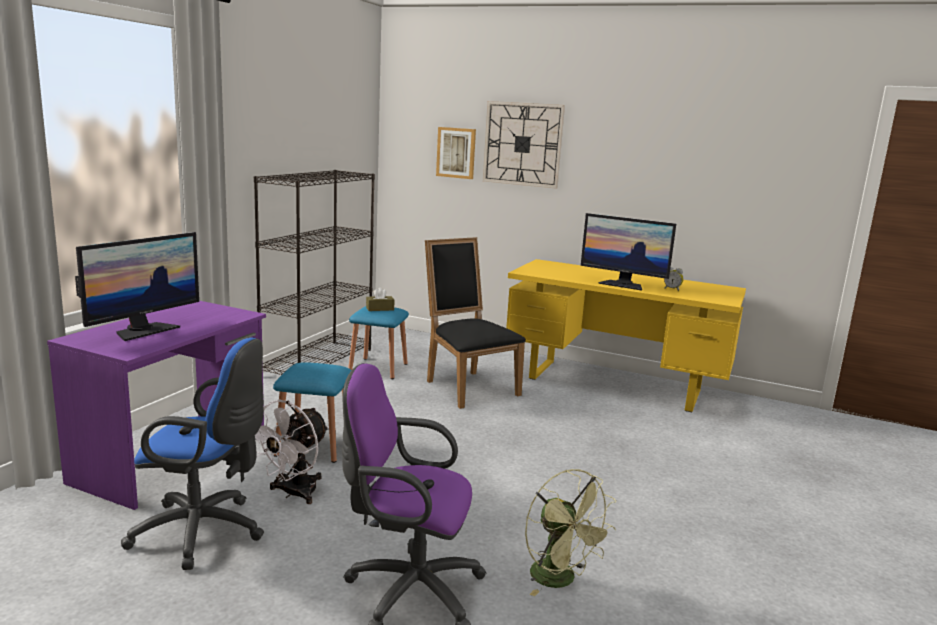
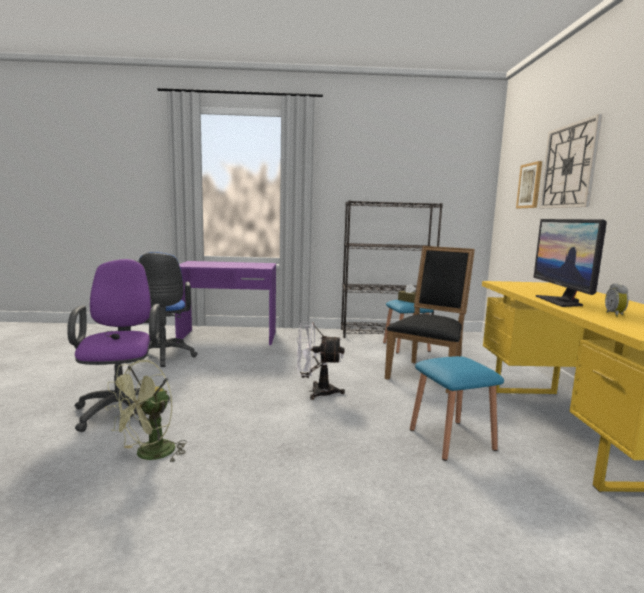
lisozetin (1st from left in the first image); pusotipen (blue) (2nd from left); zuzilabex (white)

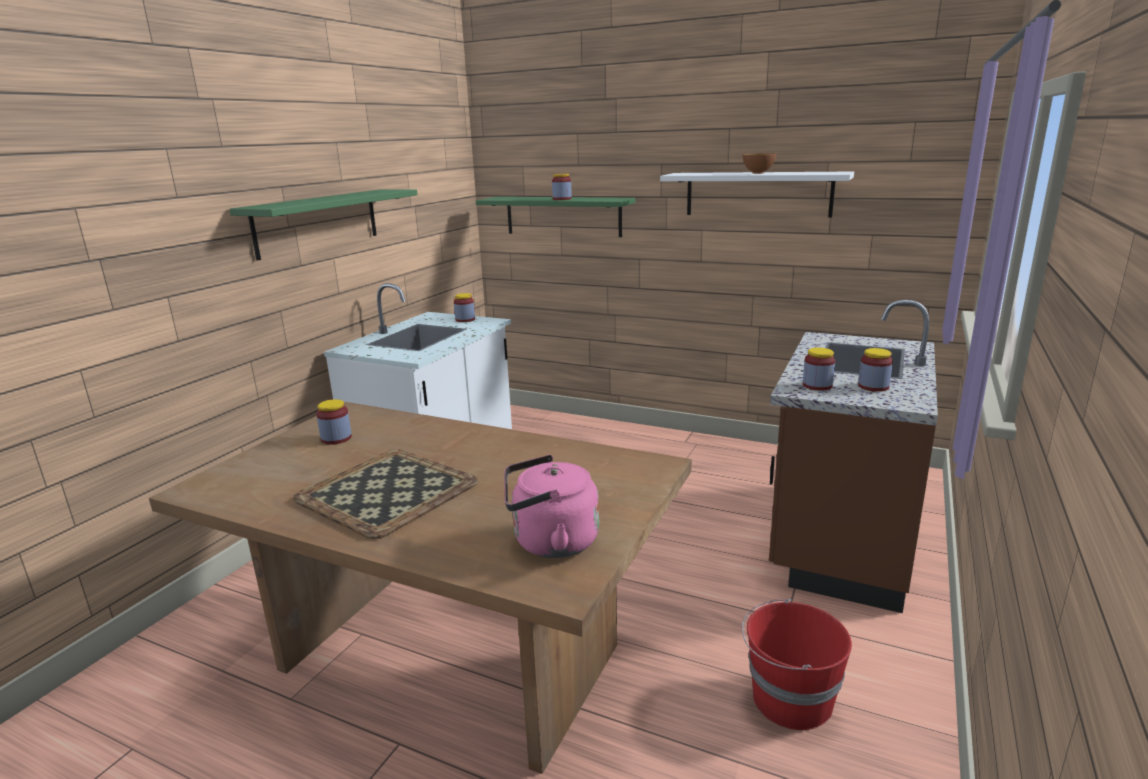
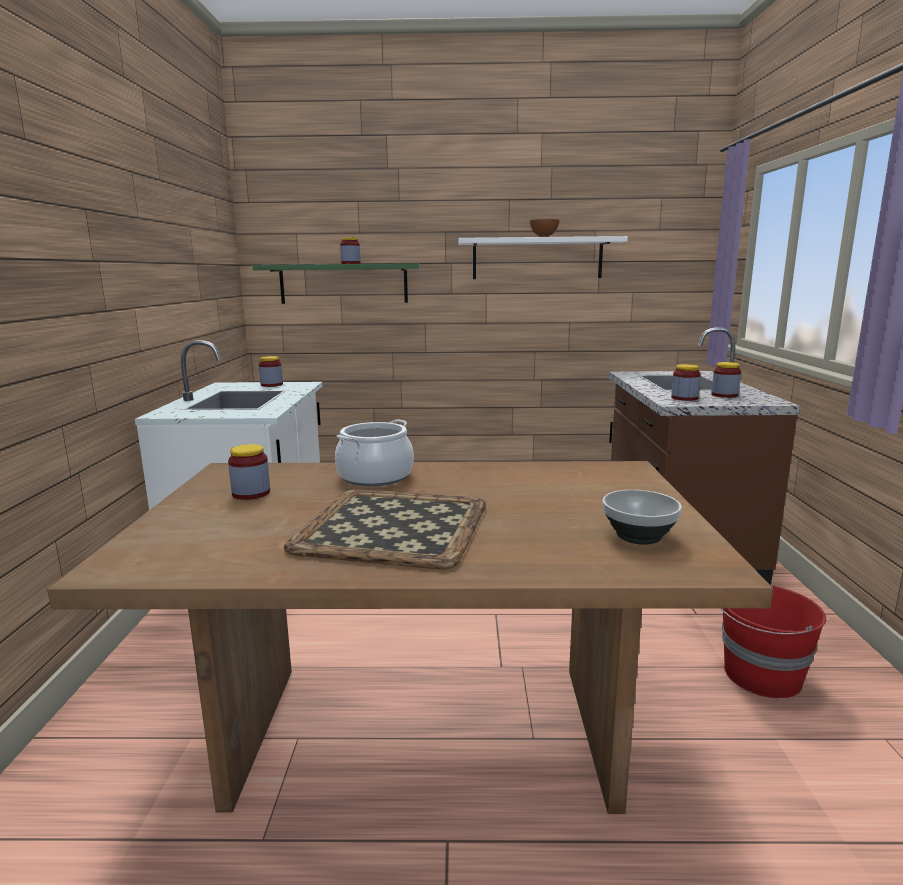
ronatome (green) (1st from left in the first image); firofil (2nd from left); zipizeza

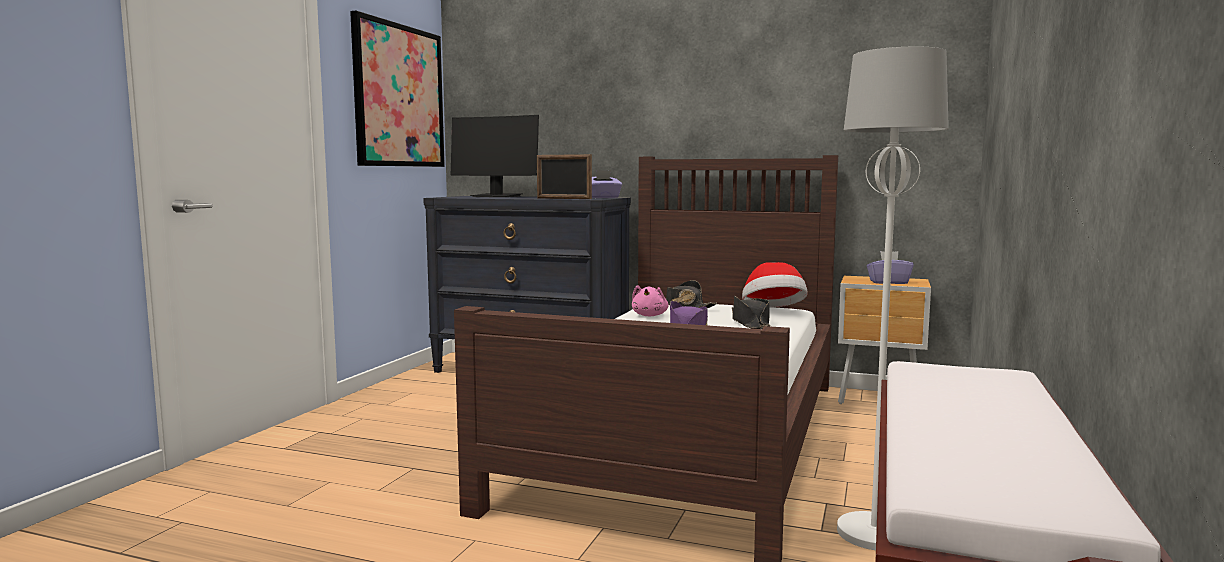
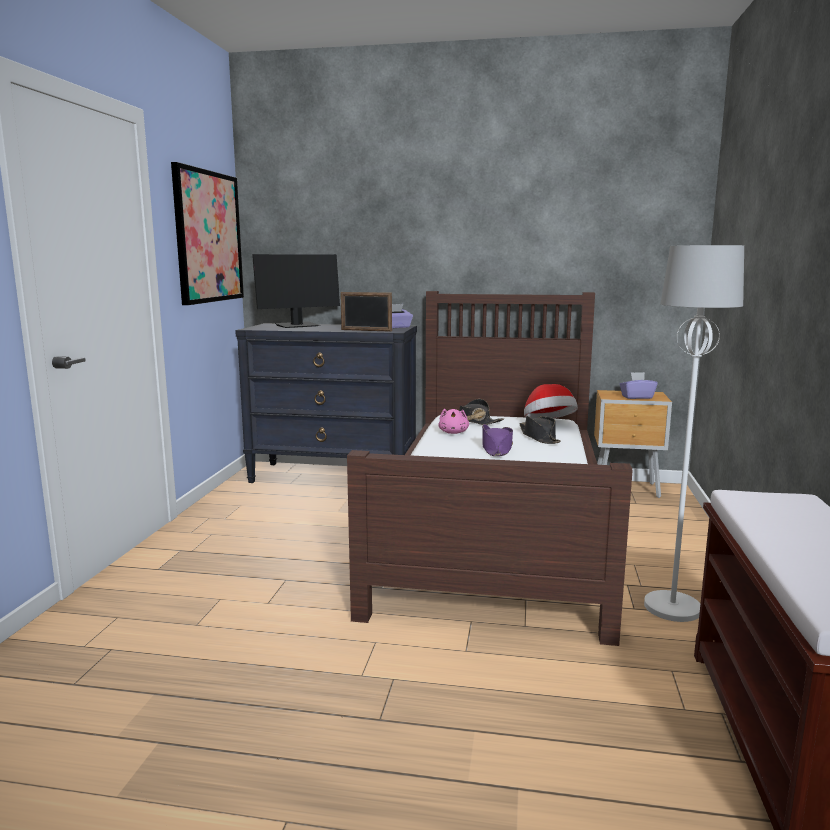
lisozetin

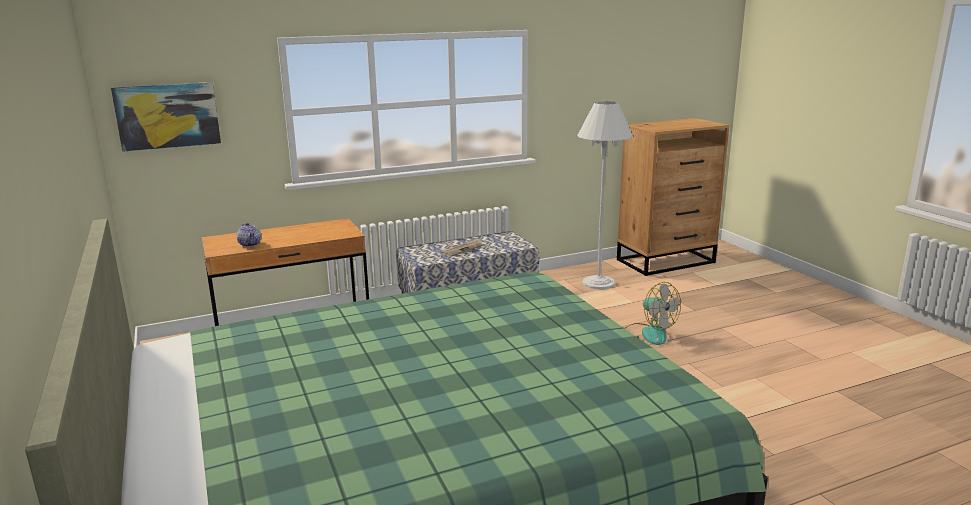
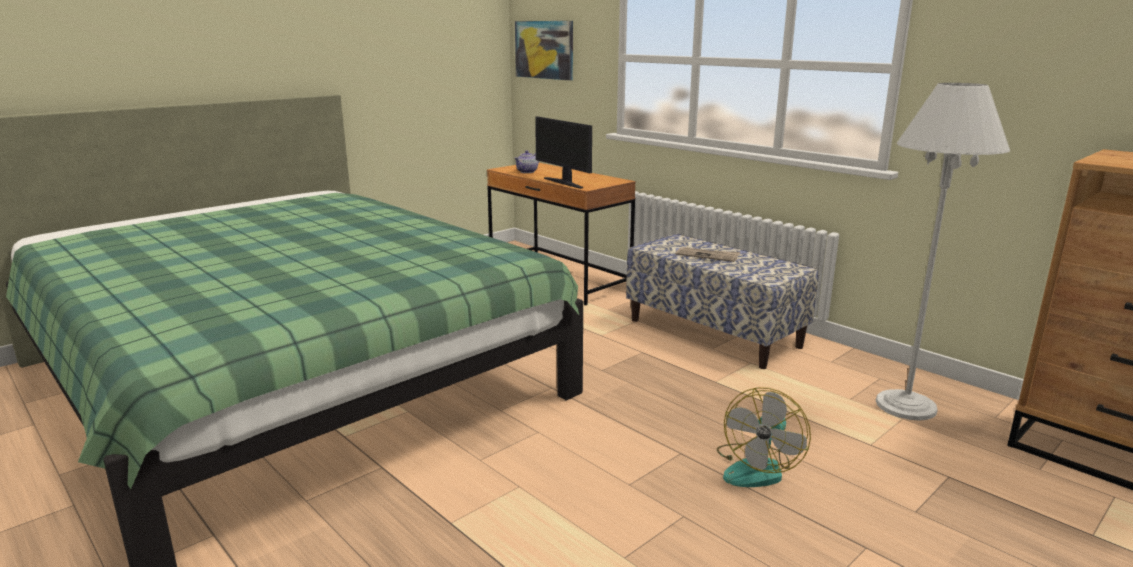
lisozetin

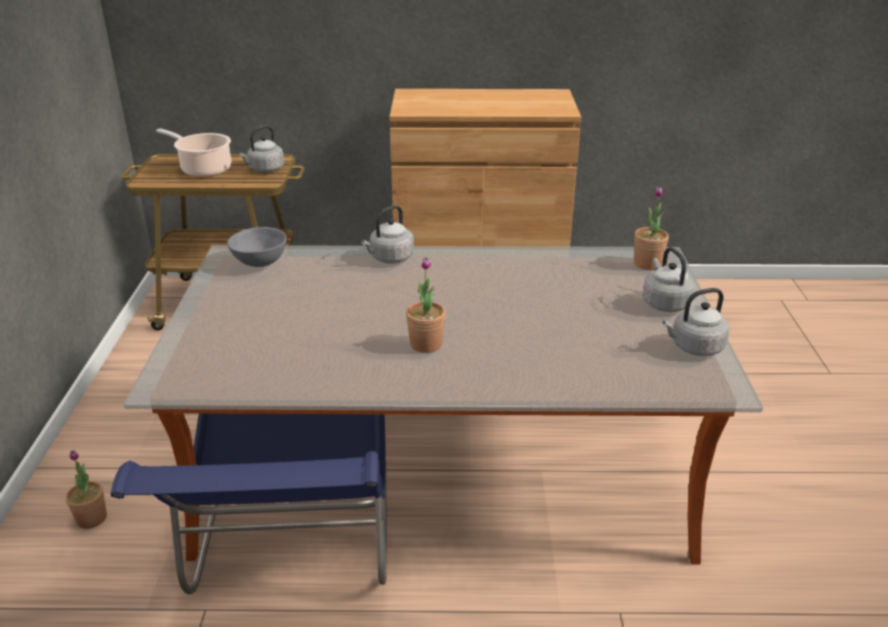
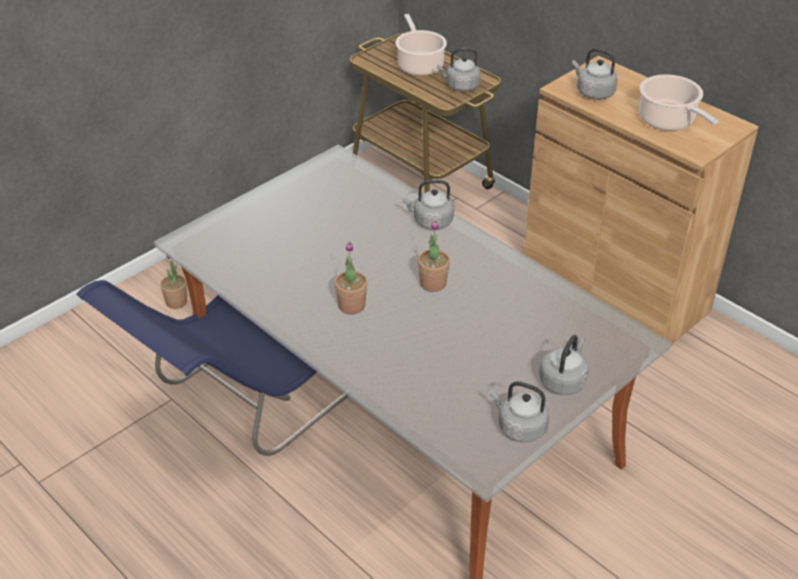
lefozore (3rd from left); firofil (grey); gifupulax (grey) (5th from left); zipizeza (2nd from left)

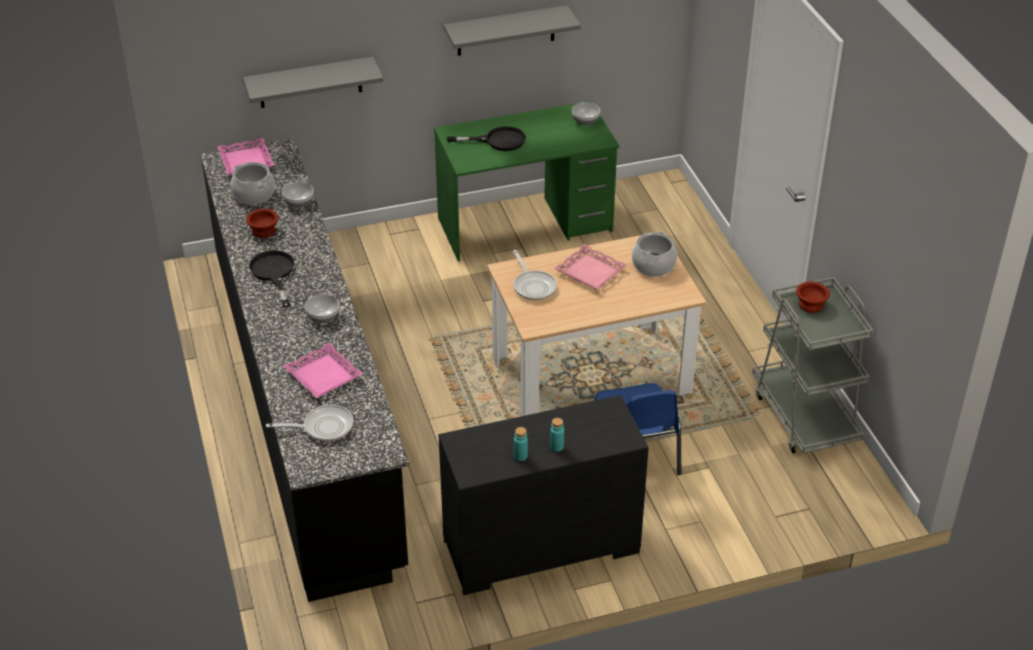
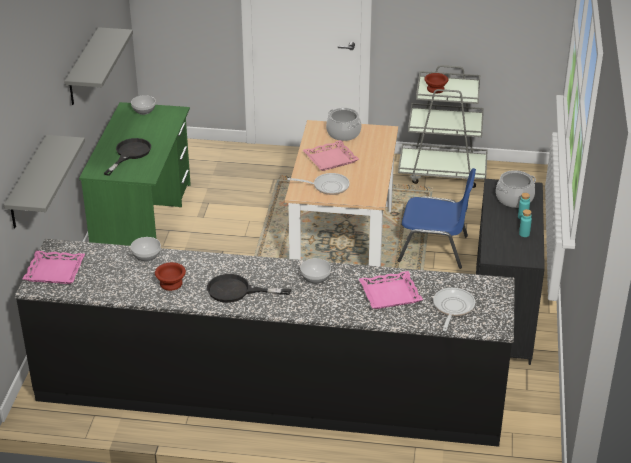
zipizeza (2nd from left)

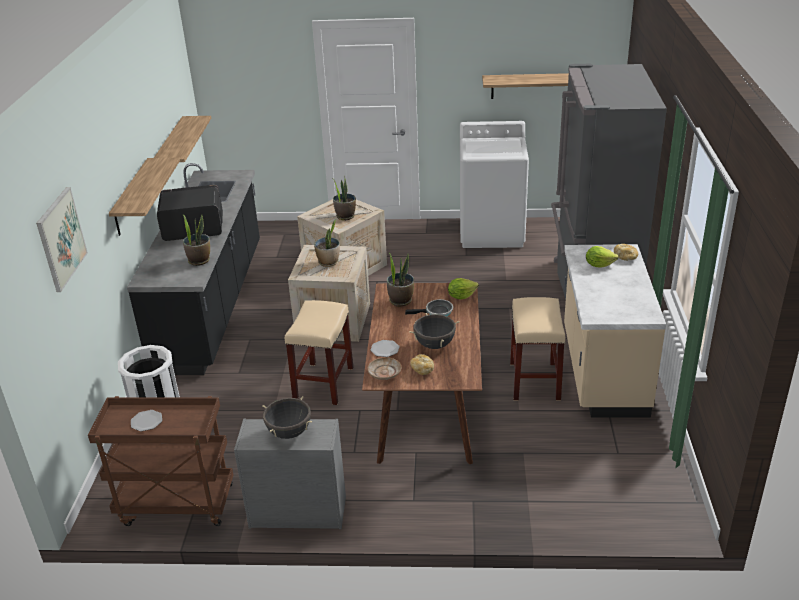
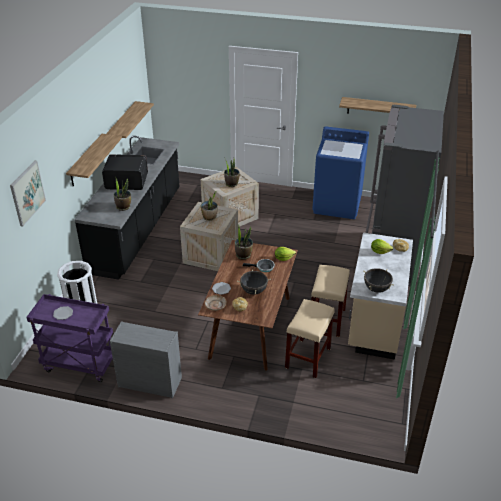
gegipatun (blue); pusotipen (beige) (1st from left); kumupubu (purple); zipizeza (black) (2nd from left)

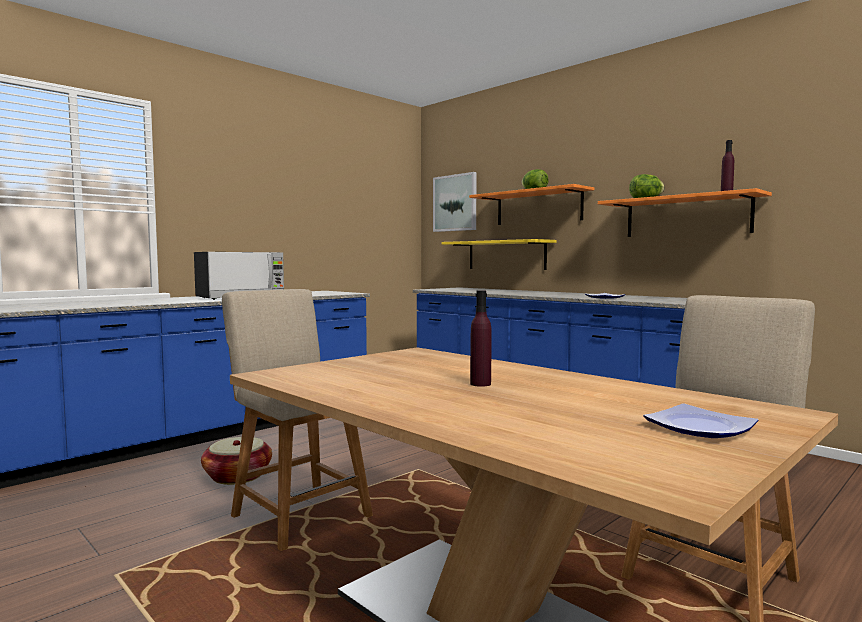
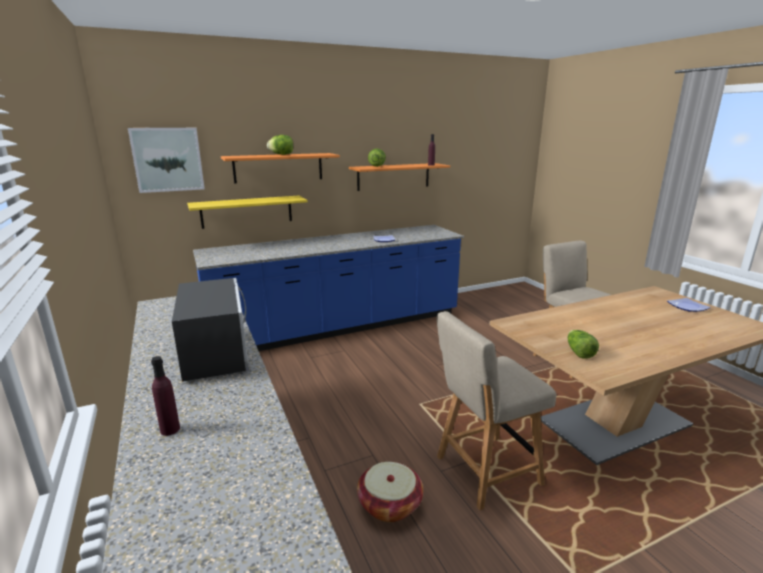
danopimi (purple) (1st from left); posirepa (3rd from left)

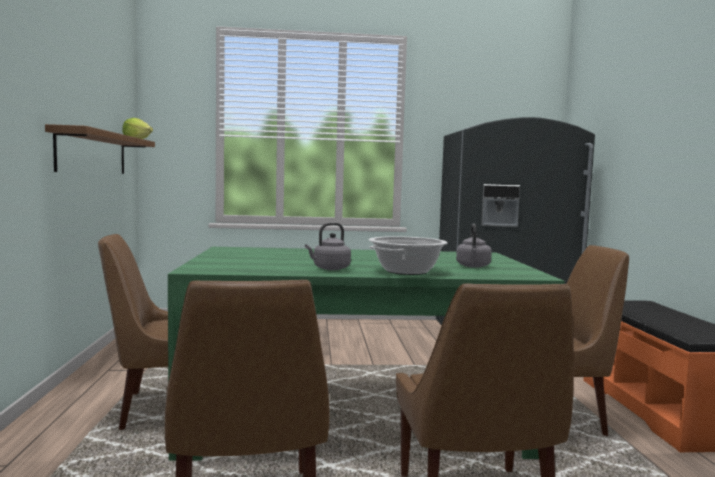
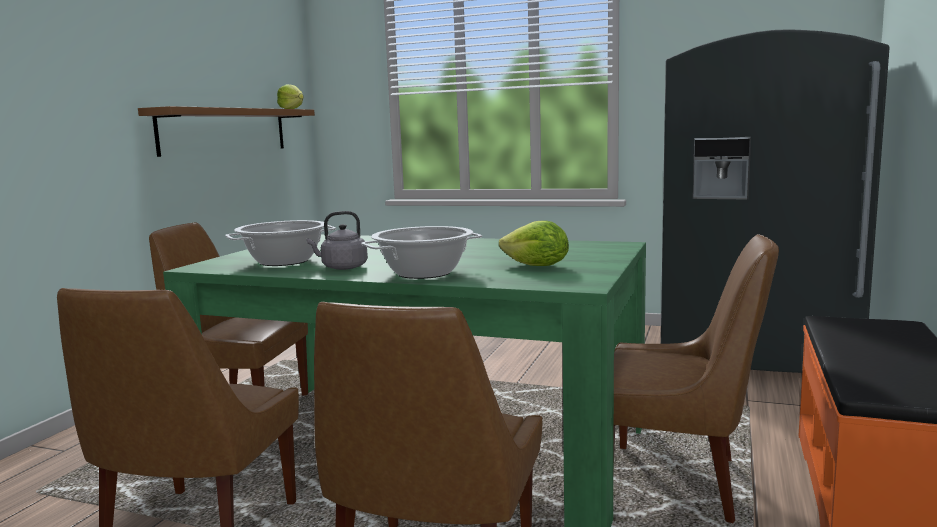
posirepa (2nd from left); zipizeza (1st from left)

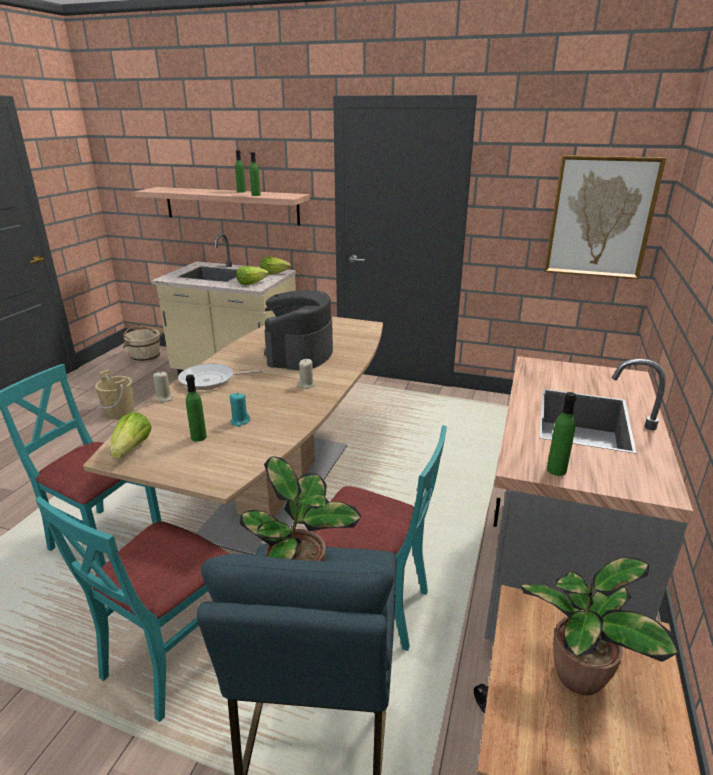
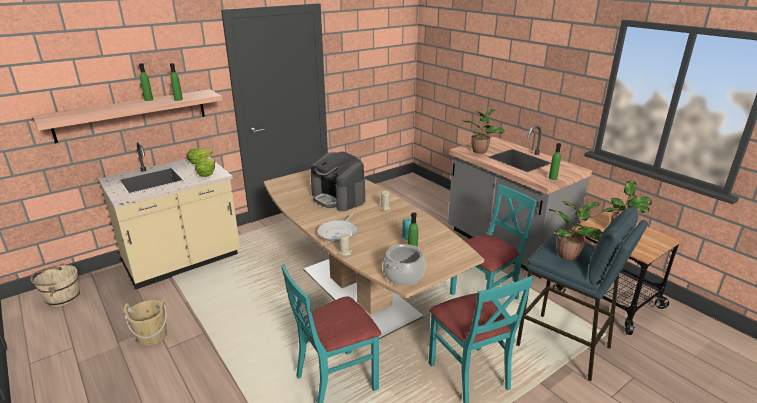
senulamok; zipizeza; lefozore (1st from left)

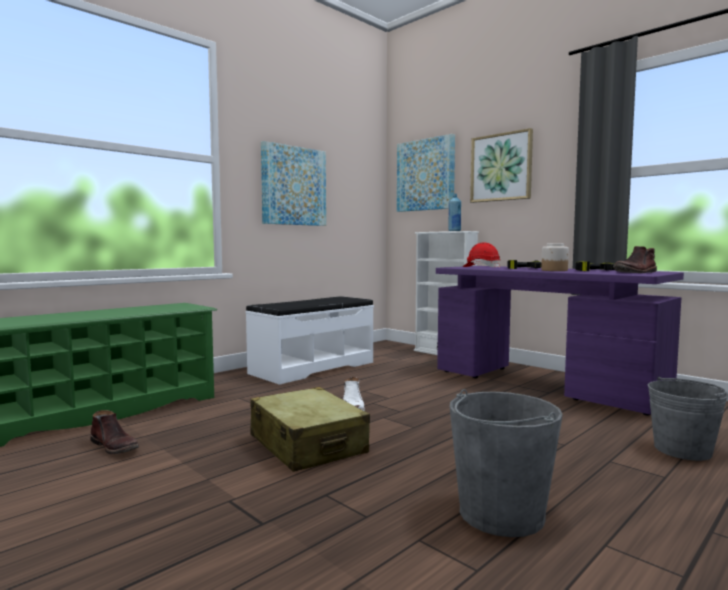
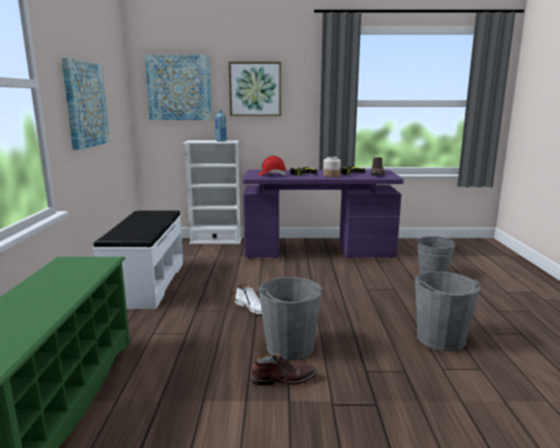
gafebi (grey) (1st from left); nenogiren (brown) (1st from left)

